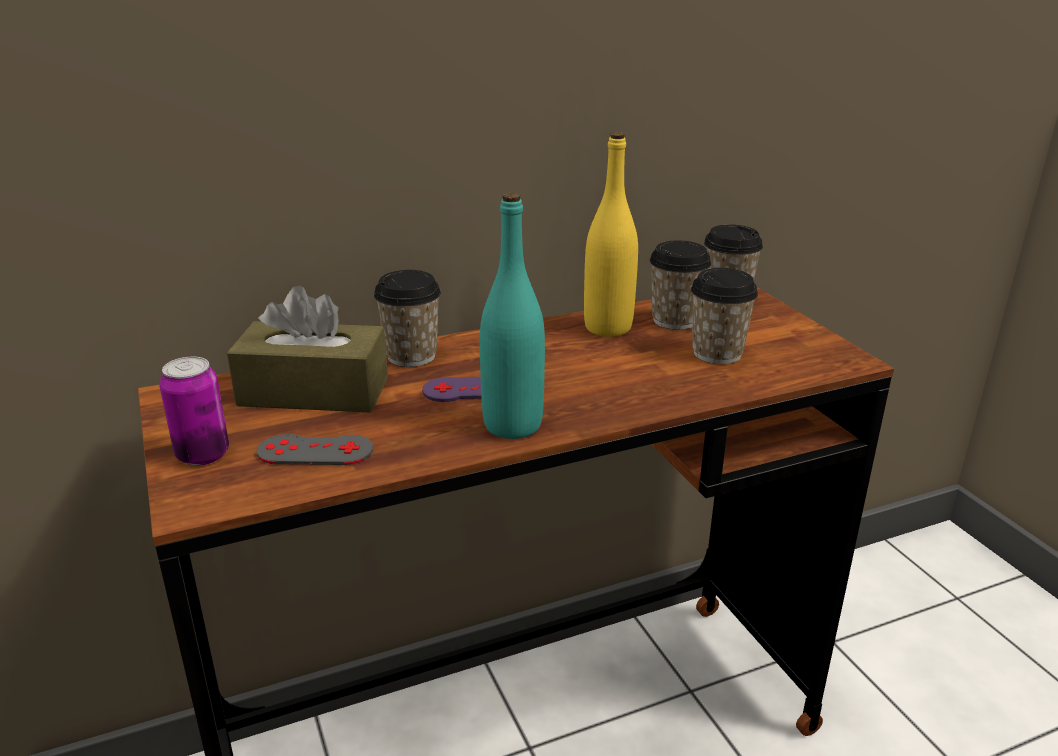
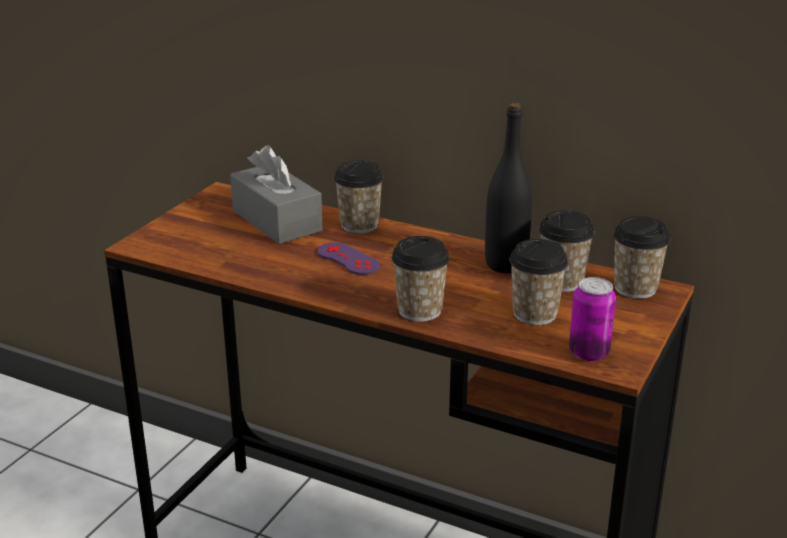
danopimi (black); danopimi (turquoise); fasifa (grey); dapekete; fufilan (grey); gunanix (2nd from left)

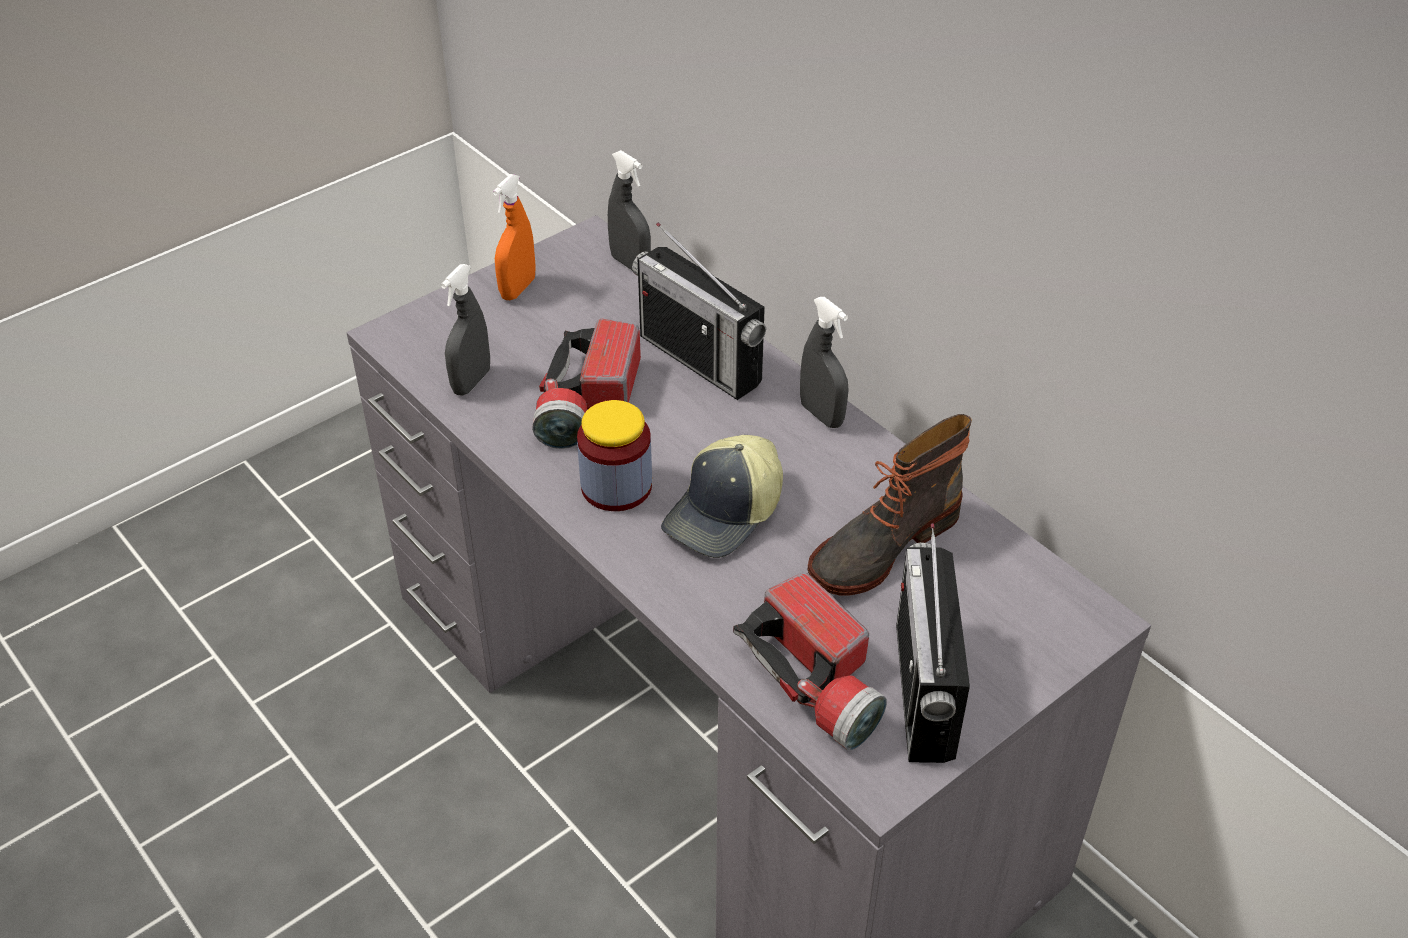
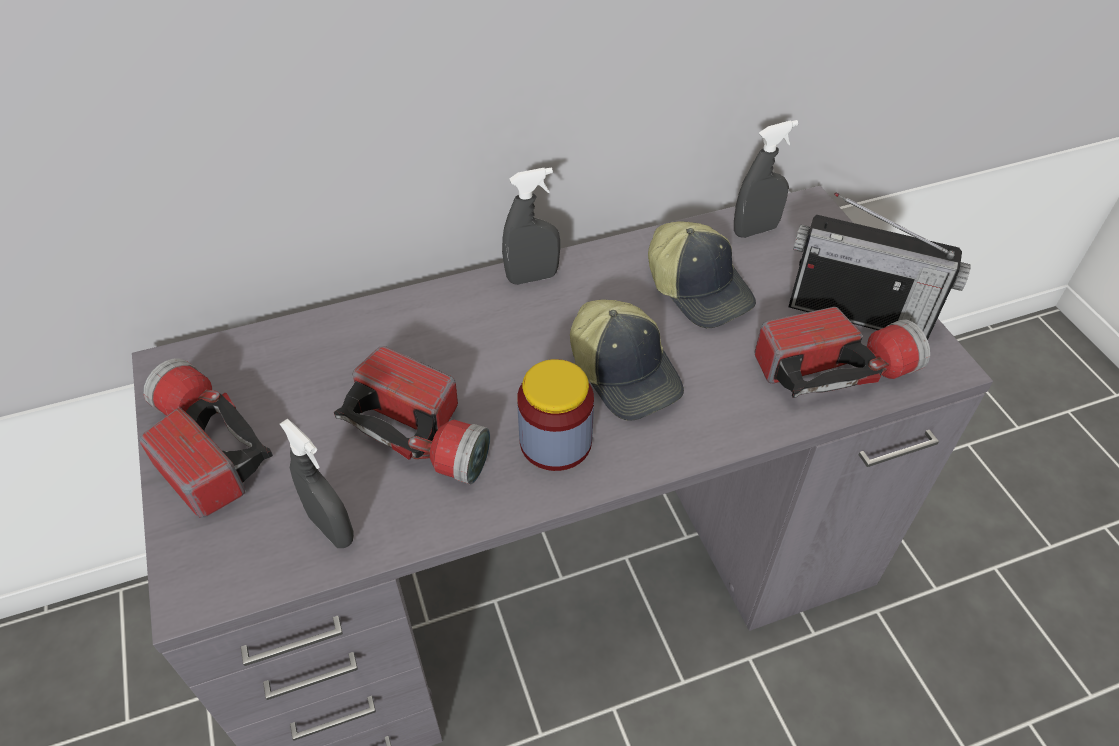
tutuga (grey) (3rd from left); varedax (1st from left); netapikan (1st from left in the first image); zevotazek (2nd from left)

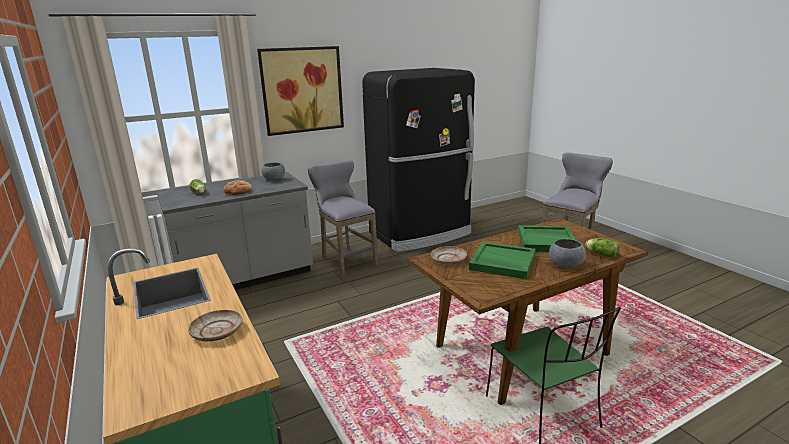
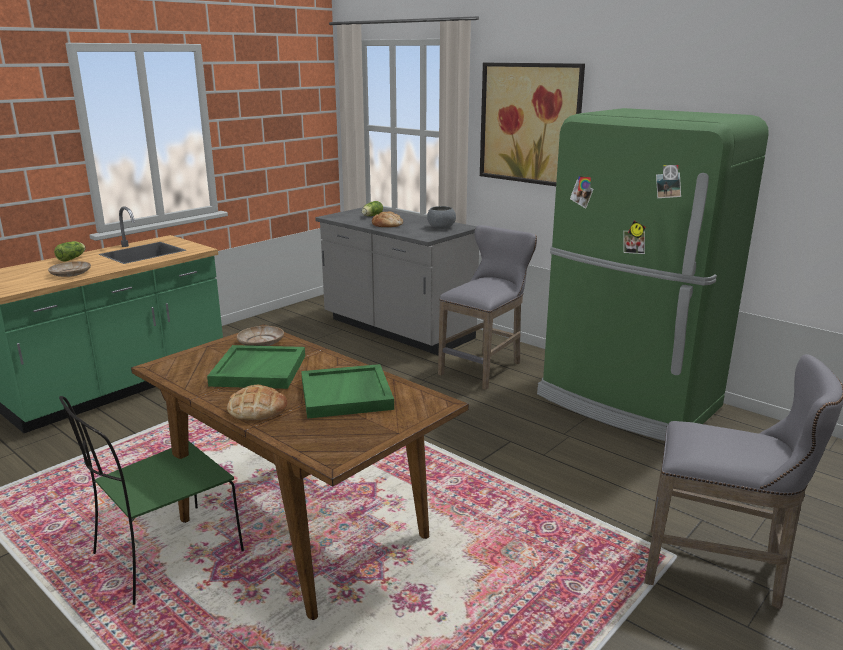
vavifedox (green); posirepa (1st from left); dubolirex (1st from left)

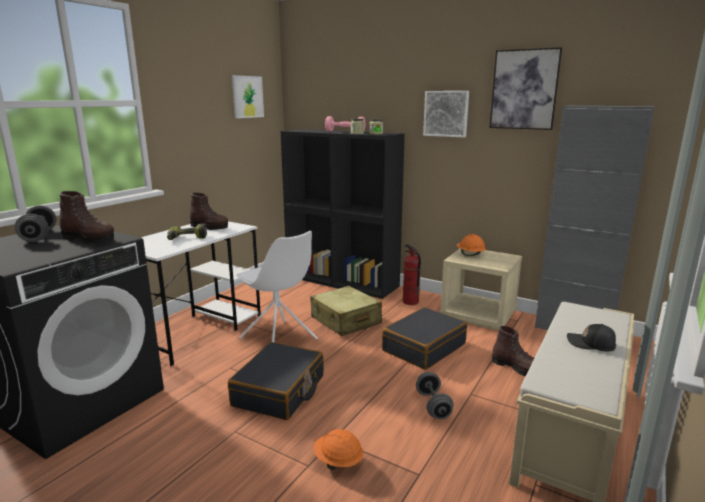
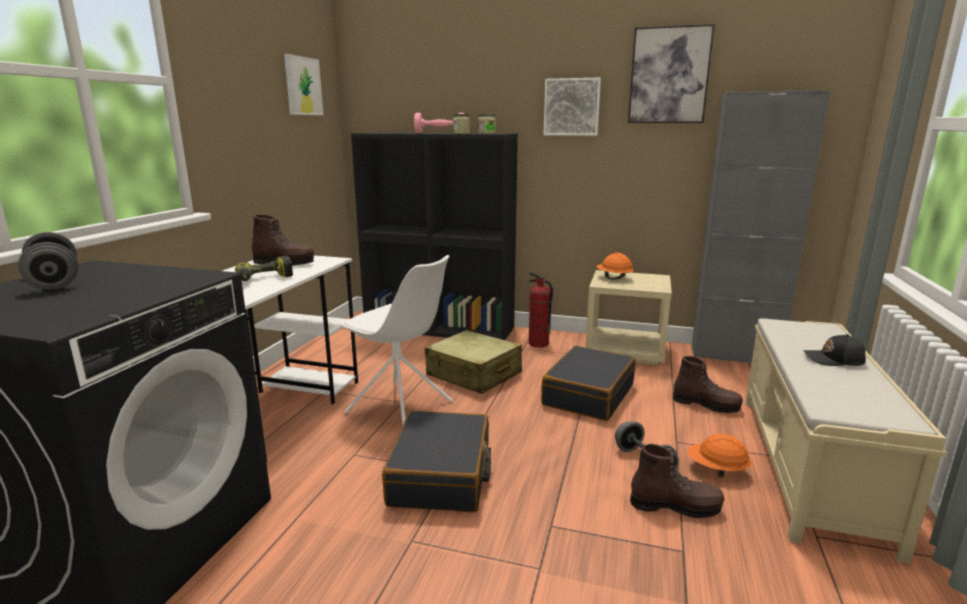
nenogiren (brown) (2nd from left); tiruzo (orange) (2nd from left)

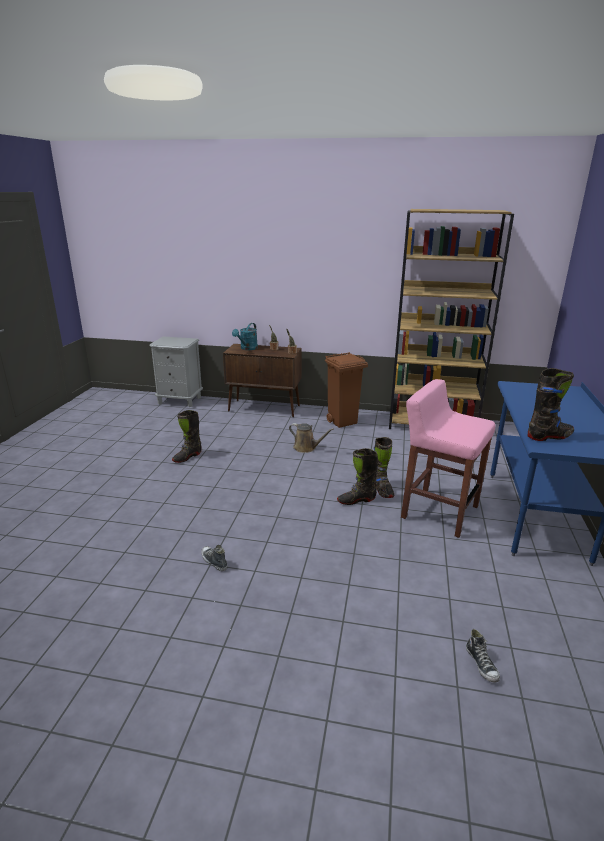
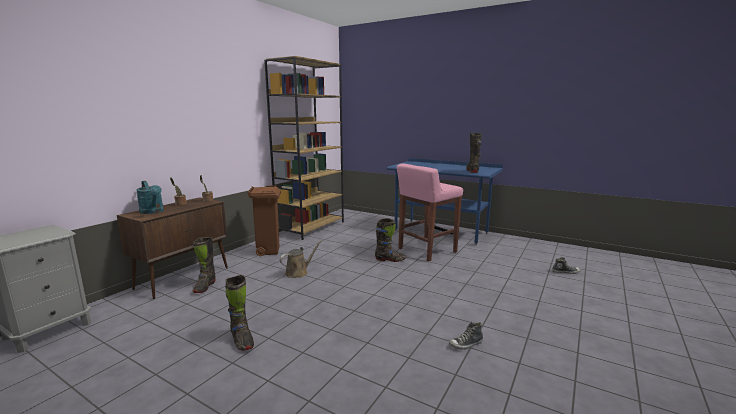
nenogiren (black) (1st from left)

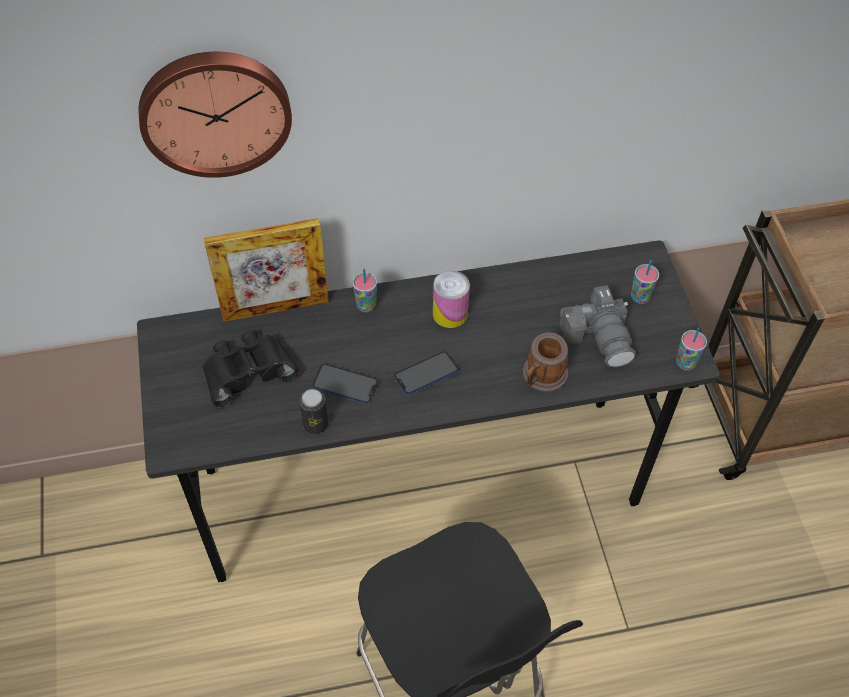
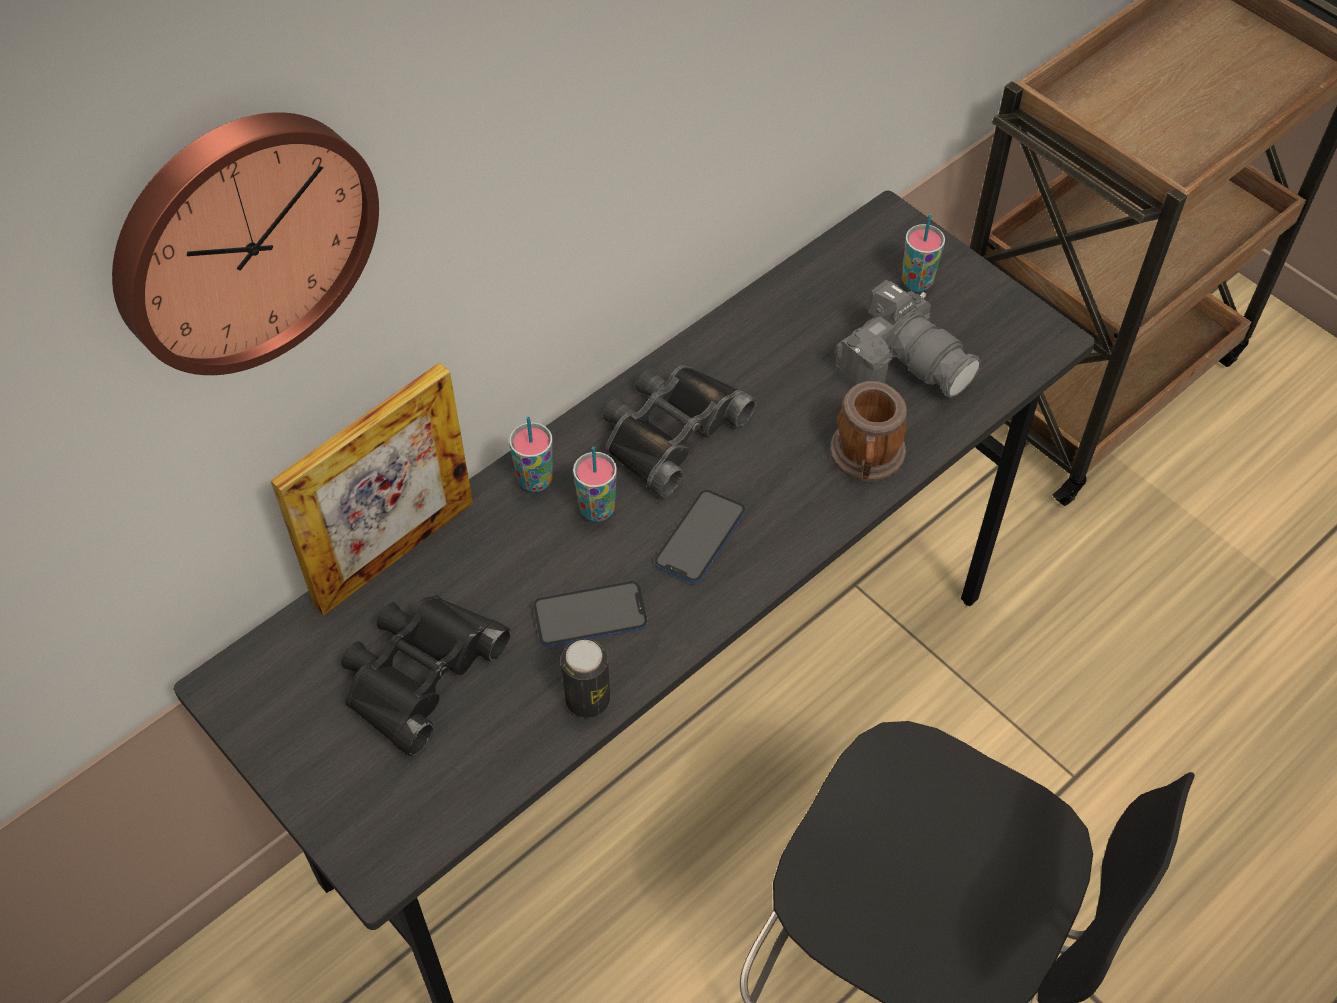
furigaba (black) (2nd from left); gunanix (2nd from left)

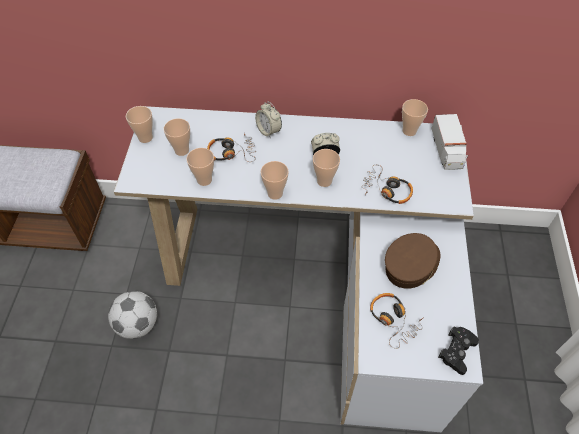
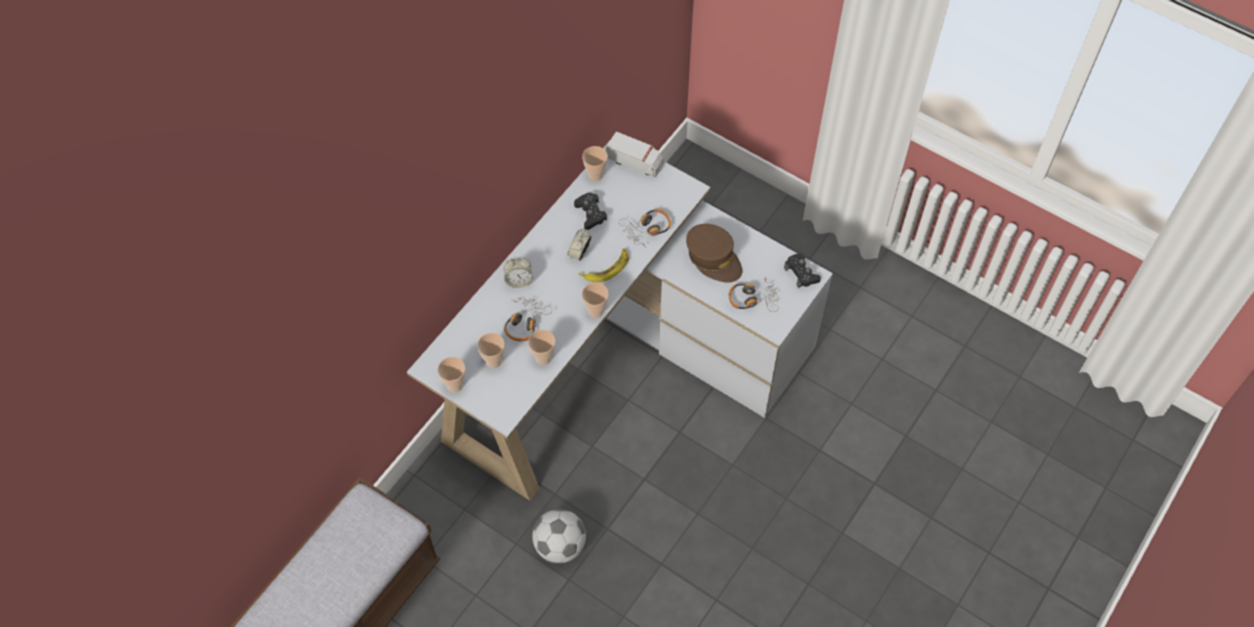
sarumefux; zevotazek (brown); fufilan (black) (1st from left)

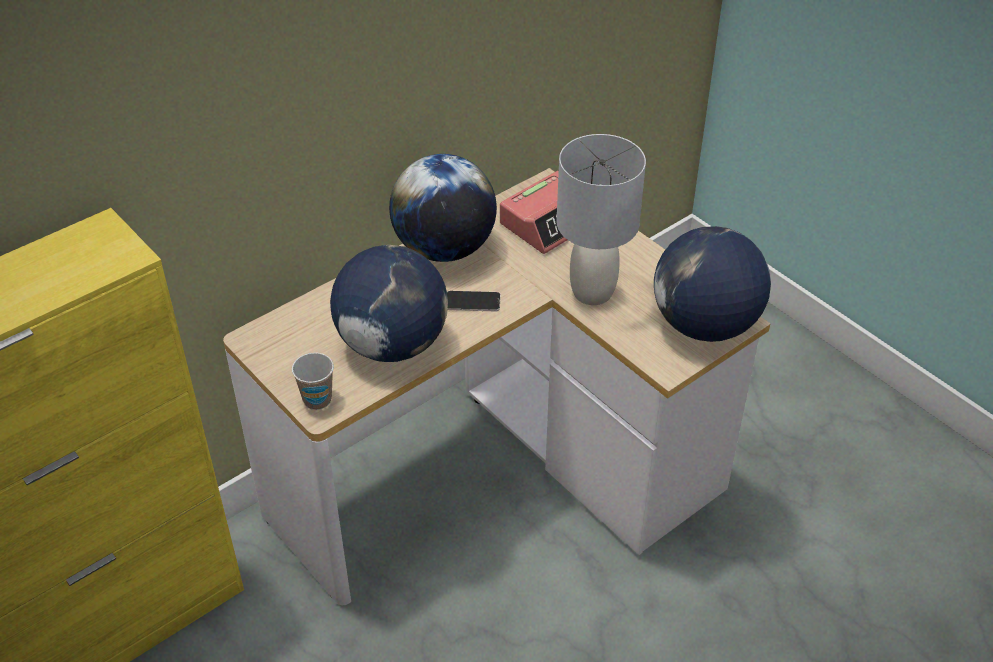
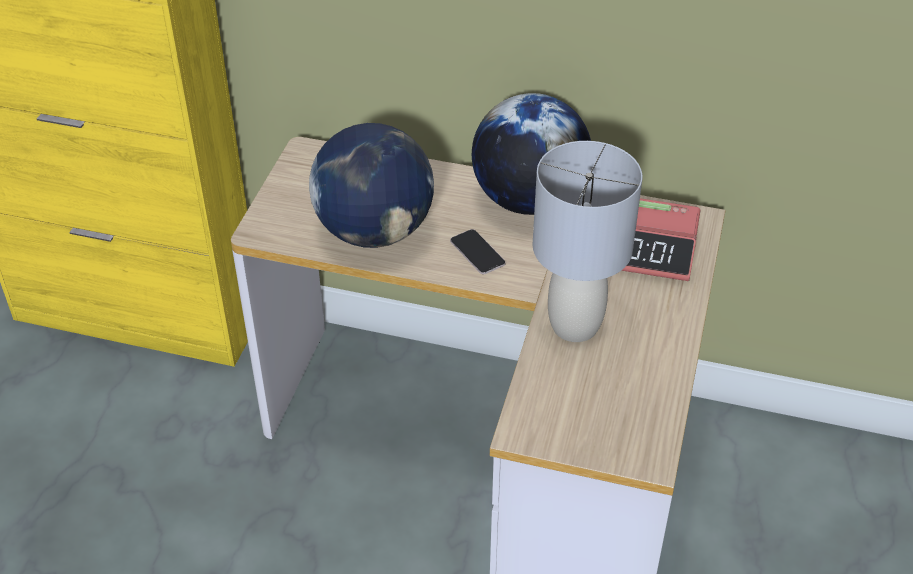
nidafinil (3rd from left in the first image); gunanix

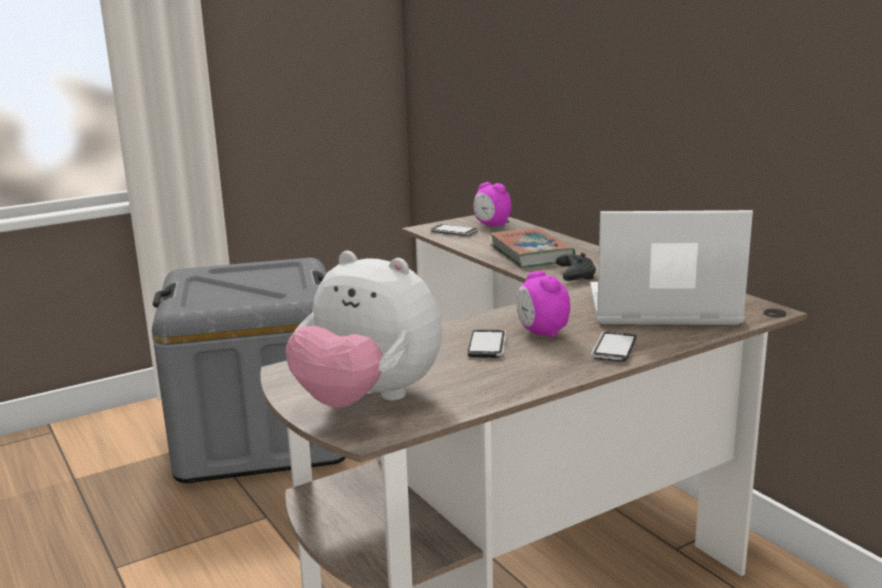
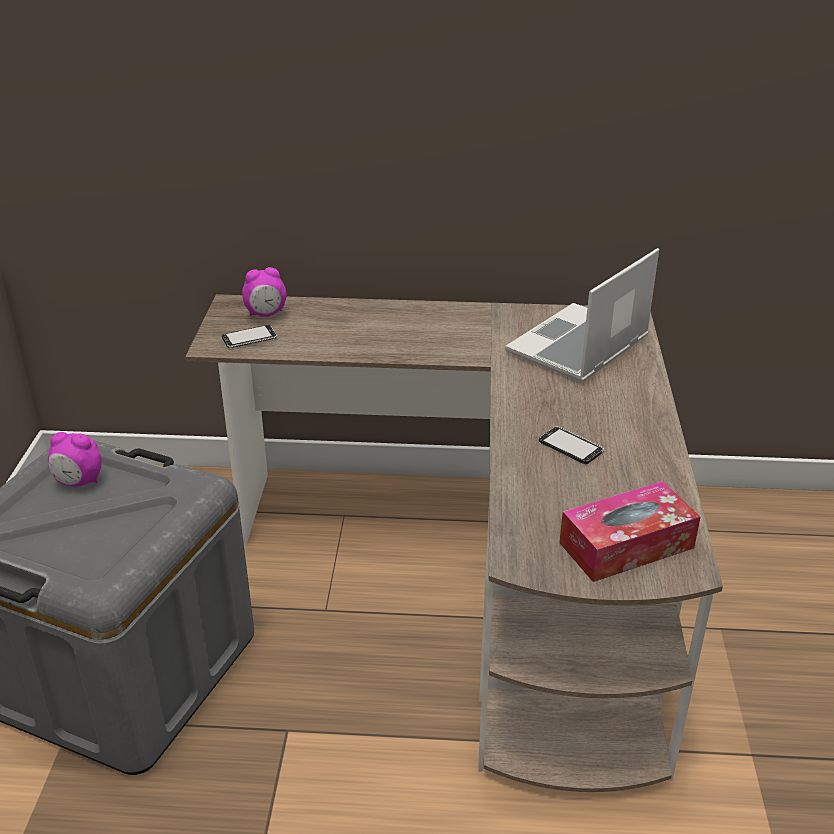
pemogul; fasifa; fufilan (black); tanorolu (1st from left); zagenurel (3rd from left in the first image)

